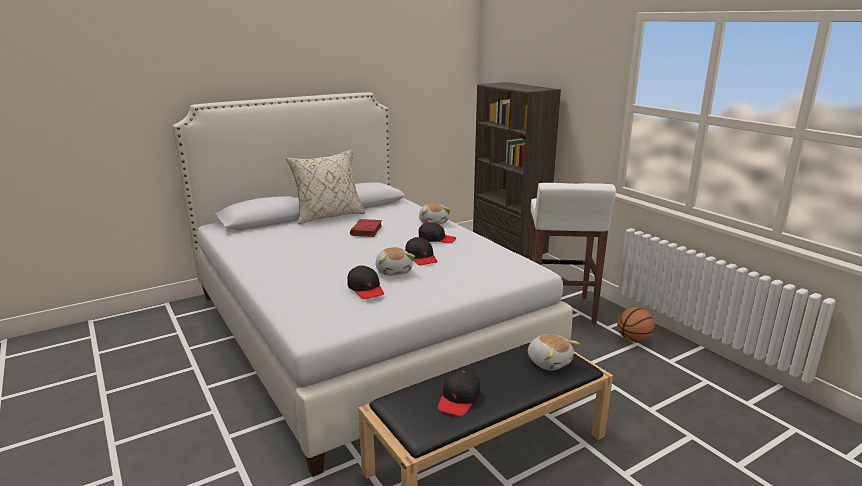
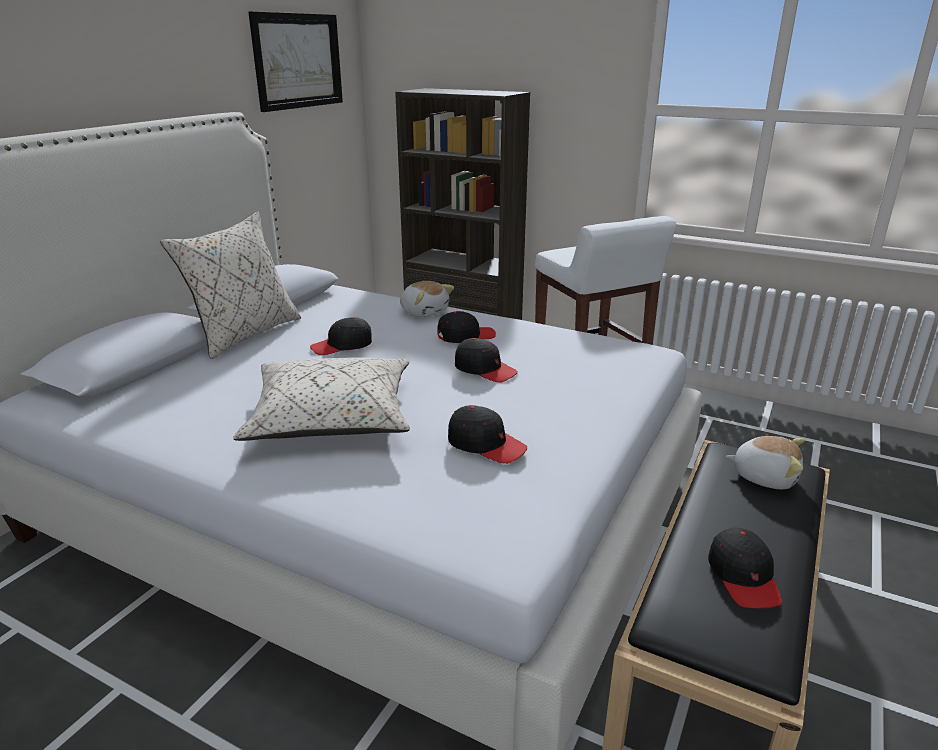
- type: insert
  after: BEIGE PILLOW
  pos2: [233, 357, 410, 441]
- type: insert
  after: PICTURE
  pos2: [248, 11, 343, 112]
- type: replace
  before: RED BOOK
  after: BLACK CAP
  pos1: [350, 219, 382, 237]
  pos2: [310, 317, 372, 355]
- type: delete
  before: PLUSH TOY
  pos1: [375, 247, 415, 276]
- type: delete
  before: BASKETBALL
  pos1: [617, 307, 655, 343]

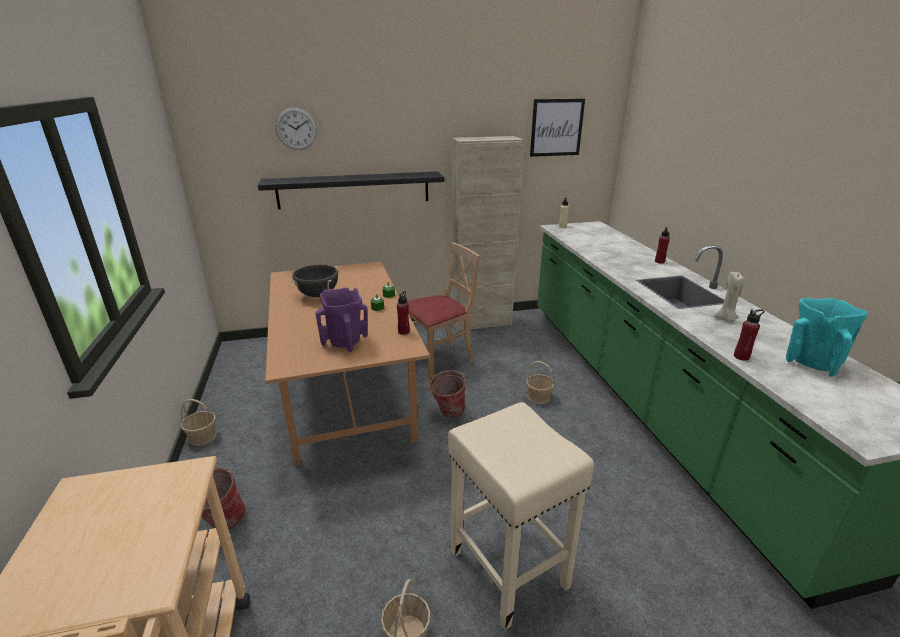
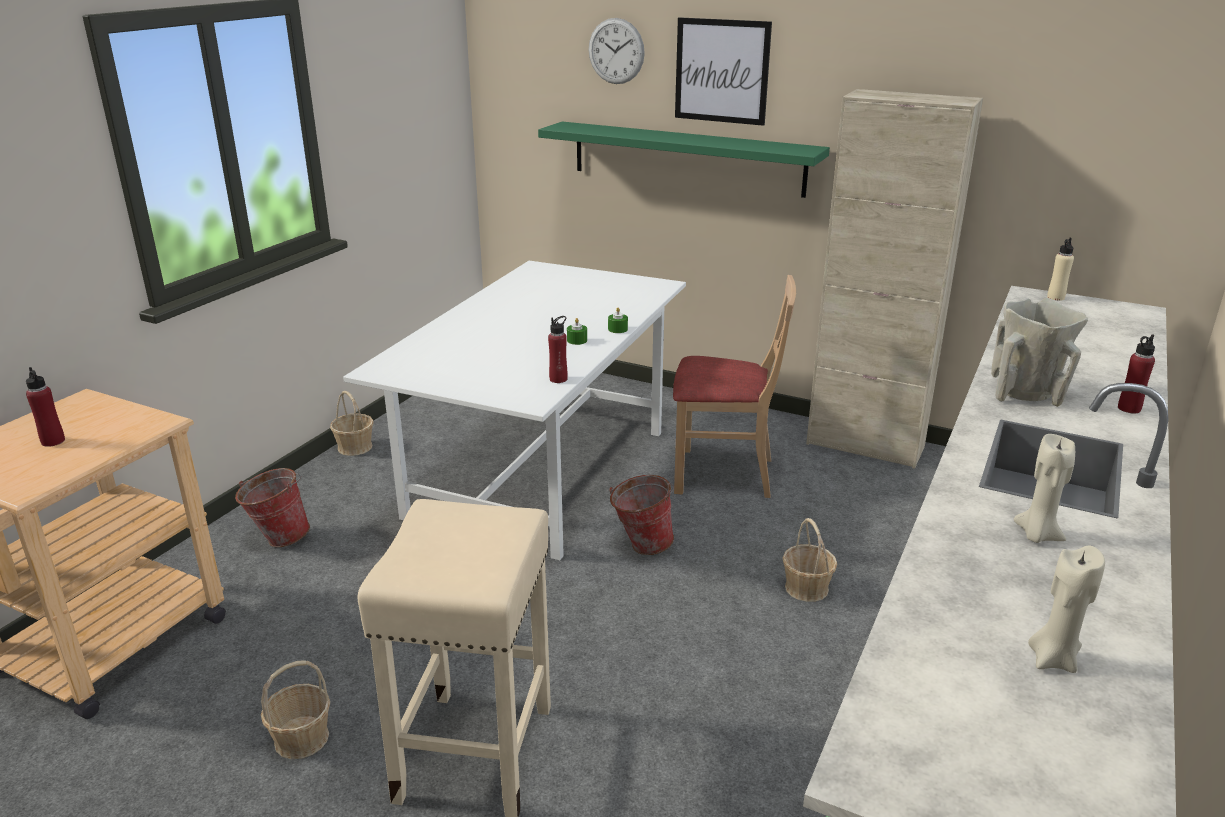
- type: move
  before: RED BOTTLE
  pos1: [734, 309, 765, 361]
  pos2: [26, 367, 65, 447]
- type: recolor
  before: BROWN DINING TABLE
  after: WHITE DINING TABLE
  pos1: [265, 261, 430, 467]
  pos2: [343, 261, 686, 560]
- type: recolor
  before: BLACK SHELF
  after: GREEN SHELF
  pos1: [258, 171, 444, 209]
  pos2: [538, 122, 830, 198]
- type: move
  before: PICTURE
  pos1: [530, 99, 585, 157]
  pos2: [675, 17, 772, 126]
- type: insert
  after: BEIGE VASE
  pos2: [991, 298, 1088, 407]
- type: replace
  before: TURQUOISE VASE
  after: BEIGE CANDLE
  pos1: [786, 298, 867, 377]
  pos2: [1028, 545, 1105, 673]
- type: delete
  before: BLACK COOKING POT
  pos1: [290, 264, 339, 297]
- type: delete
  before: PURPLE VASE
  pos1: [316, 288, 368, 352]

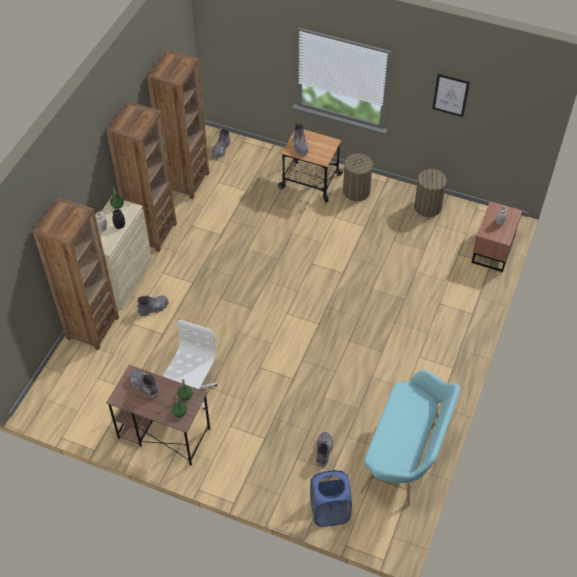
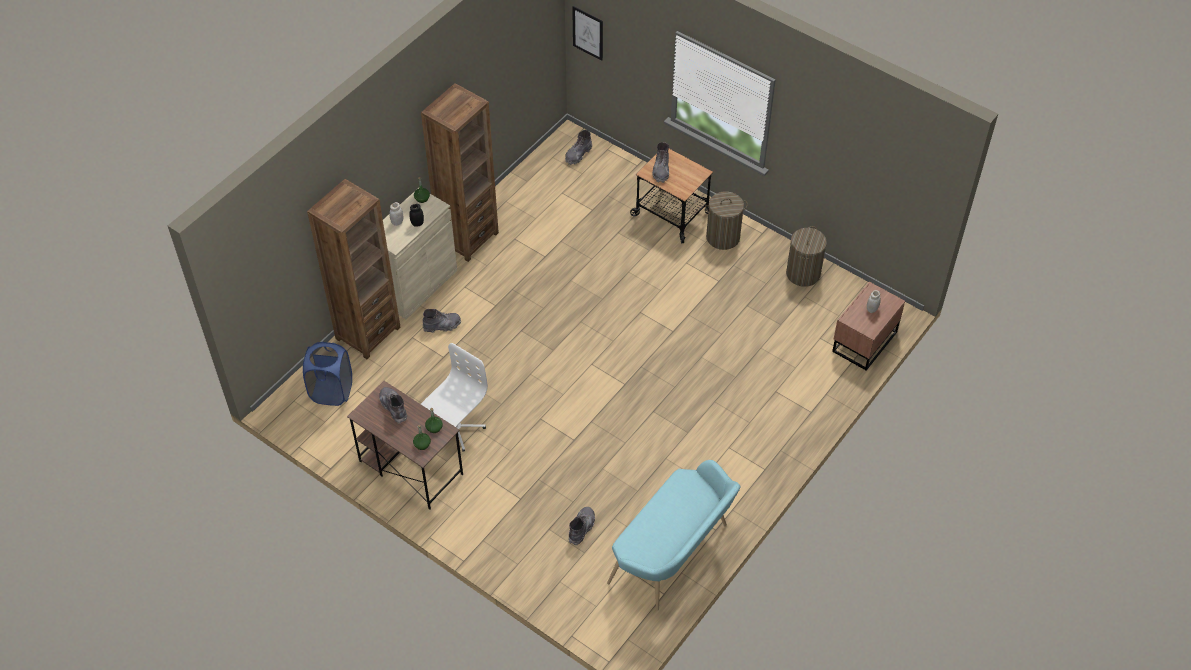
- type: move
  before: BLUE LAUNDRY BASKET
  pos1: [310, 470, 352, 527]
  pos2: [303, 342, 352, 406]
- type: move
  before: PICTURE
  pos1: [432, 74, 470, 117]
  pos2: [572, 6, 603, 61]
- type: delete
  before: BROWN BOOKCASE
  pos1: [147, 50, 209, 199]

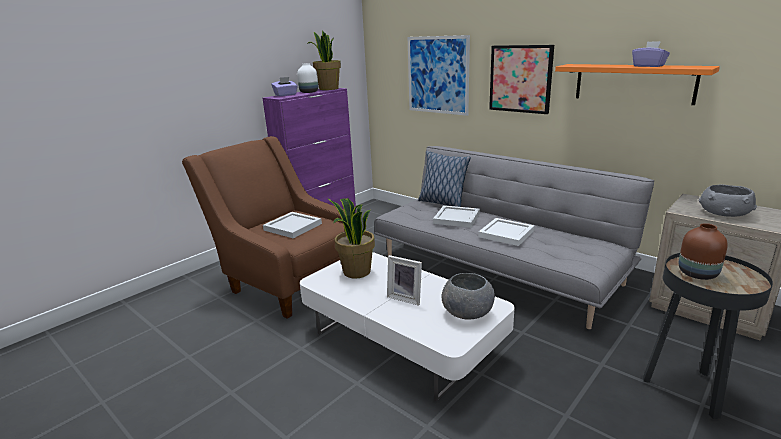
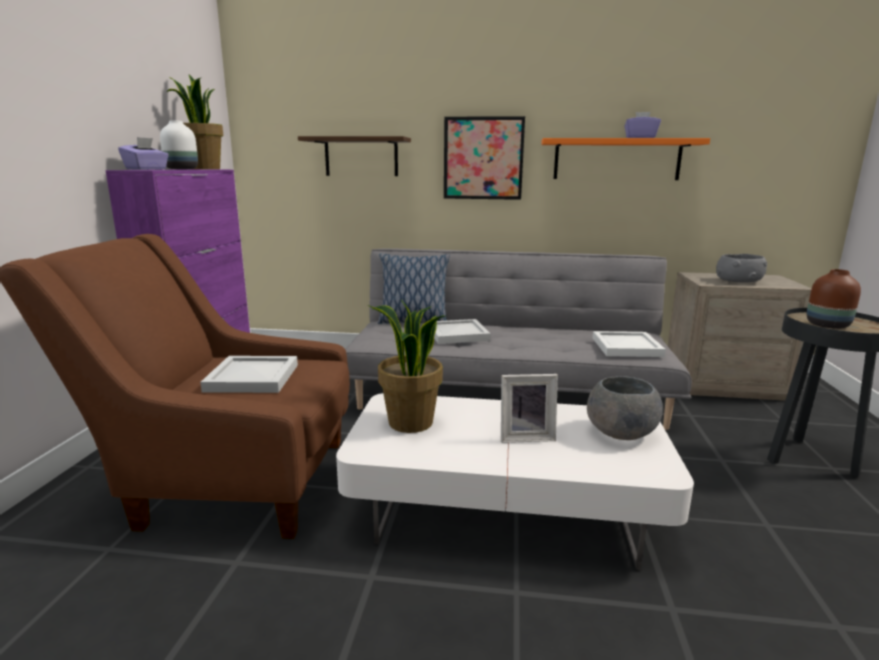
- type: replace
  before: PICTURE
  after: SHELF
  pos1: [408, 35, 470, 116]
  pos2: [298, 136, 411, 176]
- type: move
  before: WHITE TRAY
  pos1: [478, 218, 535, 246]
  pos2: [593, 331, 666, 357]

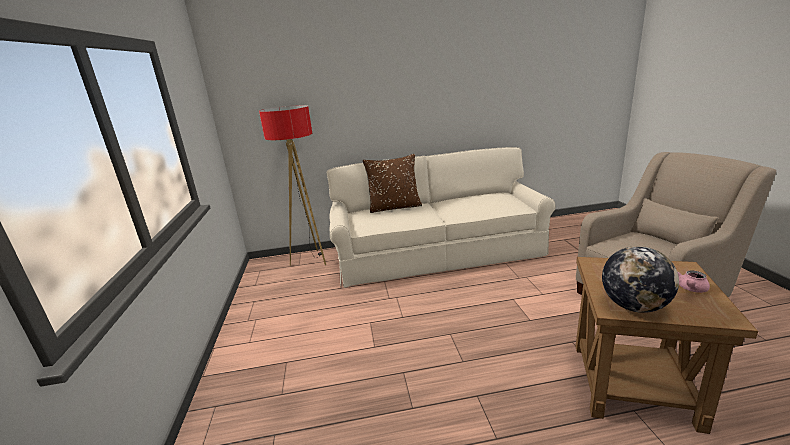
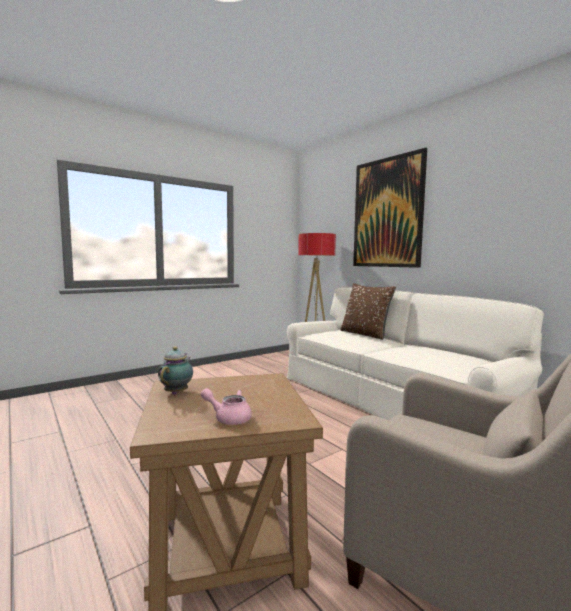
- type: replace
  before: GLOBE
  after: TEAPOT
  pos1: [602, 246, 679, 313]
  pos2: [158, 346, 193, 395]
- type: insert
  after: PICTURE
  pos2: [353, 148, 427, 268]

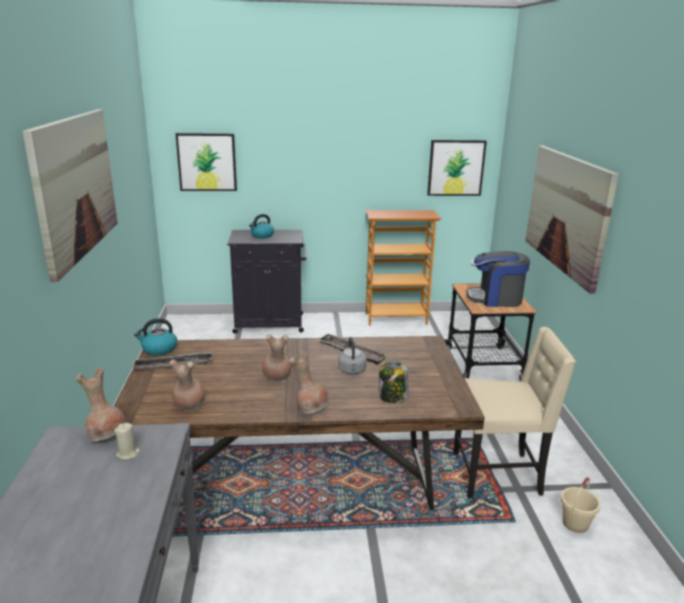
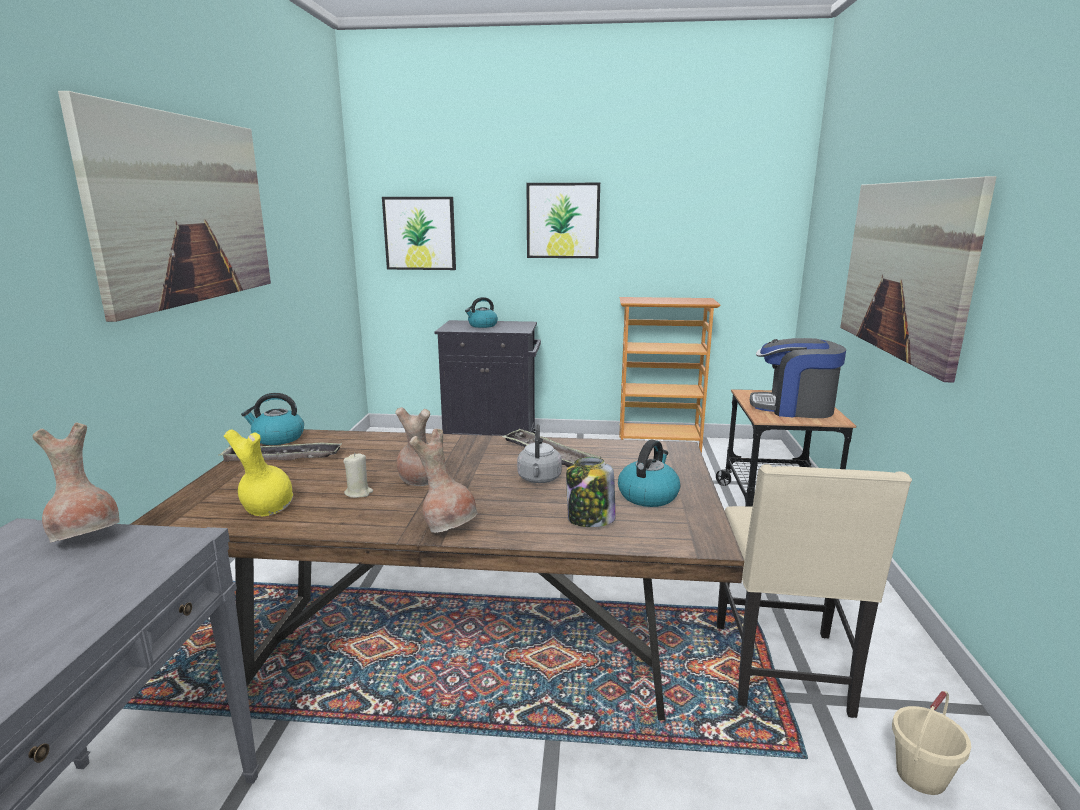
- type: recolor
  before: BROWN VASE
  after: YELLOW VASE
  pos1: [169, 360, 205, 411]
  pos2: [224, 429, 293, 516]
- type: move
  before: BEIGE CANDLE
  pos1: [114, 423, 140, 460]
  pos2: [344, 453, 373, 498]
- type: move
  before: PICTURE
  pos1: [427, 140, 487, 196]
  pos2: [527, 183, 600, 258]
- type: insert
  after: KETTLE
  pos2: [618, 440, 680, 507]
- type: rotate
  before: BEIGE CHAIR
  pos1: [453, 327, 576, 498]
  pos2: [717, 464, 912, 718]
  turn: 90

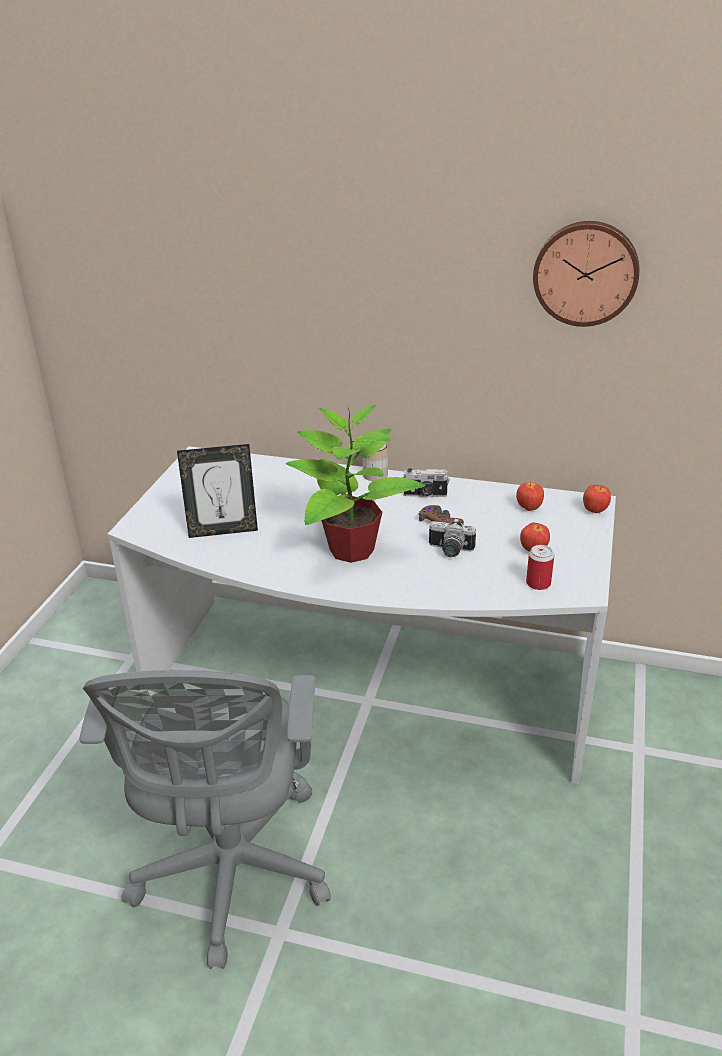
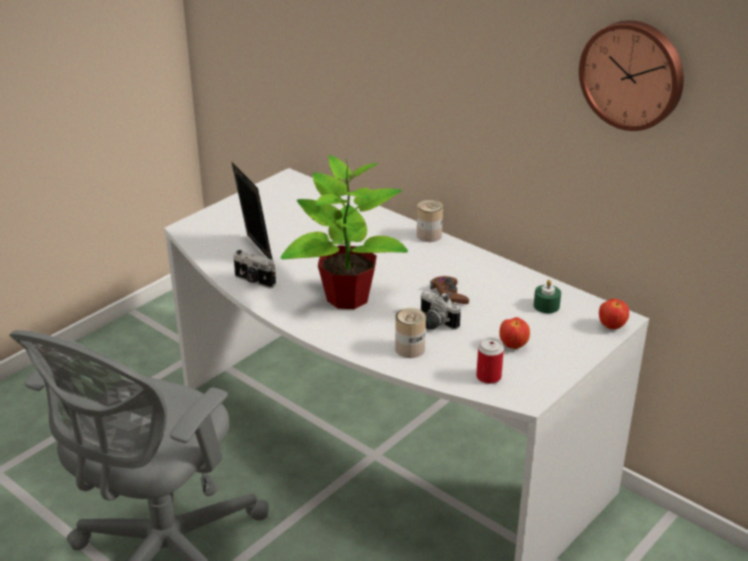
- type: rotate
  before: PICTURE FRAME
  pos1: [177, 444, 258, 538]
  pos2: [231, 161, 273, 260]
  turn: -135
- type: move
  before: PHOTO CAMERA
  pos1: [402, 468, 450, 497]
  pos2: [233, 250, 276, 289]
- type: insert
  after: CAN
  pos2: [395, 308, 426, 358]
- type: replace
  before: APPLE
  after: GREEN CANDLE
  pos1: [516, 481, 544, 511]
  pos2: [534, 280, 561, 313]

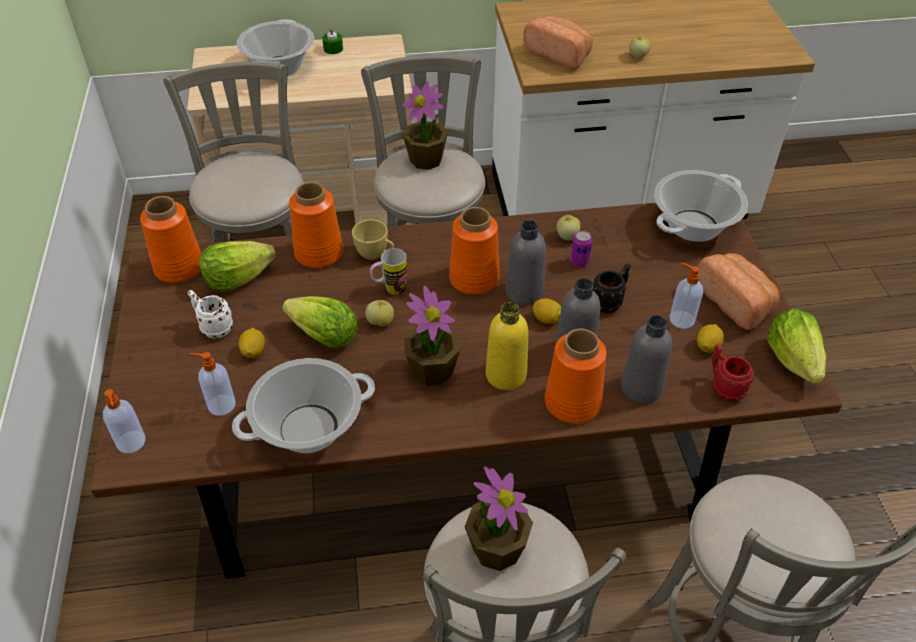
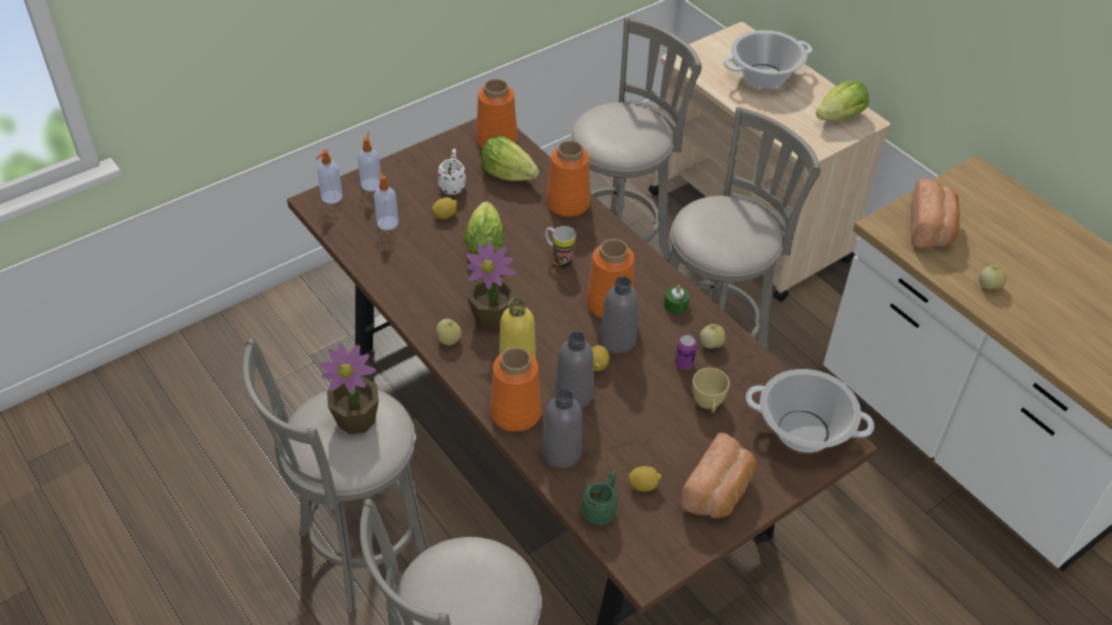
- type: move
  before: SOAP DISPENSER
  pos1: [669, 262, 703, 329]
  pos2: [358, 131, 381, 191]
- type: move
  before: APPLE
  pos1: [365, 300, 394, 327]
  pos2: [436, 319, 462, 345]
- type: recolor
  before: RED MUG
  after: GREEN MUG
  pos1: [712, 344, 755, 402]
  pos2: [582, 470, 618, 526]
- type: move
  before: GREEN CANDLE
  pos1: [322, 27, 343, 54]
  pos2: [664, 285, 690, 314]
- type: move
  before: YELLOW CUP
  pos1: [352, 219, 394, 260]
  pos2: [692, 368, 730, 412]
- type: move
  before: LETTUCE
  pos1: [767, 309, 826, 384]
  pos2: [816, 81, 869, 120]
- type: delete
  before: COOKING POT
  pos1: [232, 358, 375, 453]
- type: delete
  before: POTTED PLANT
  pos1: [402, 82, 448, 170]
- type: delete
  before: BLACK MUG
  pos1: [593, 263, 631, 313]

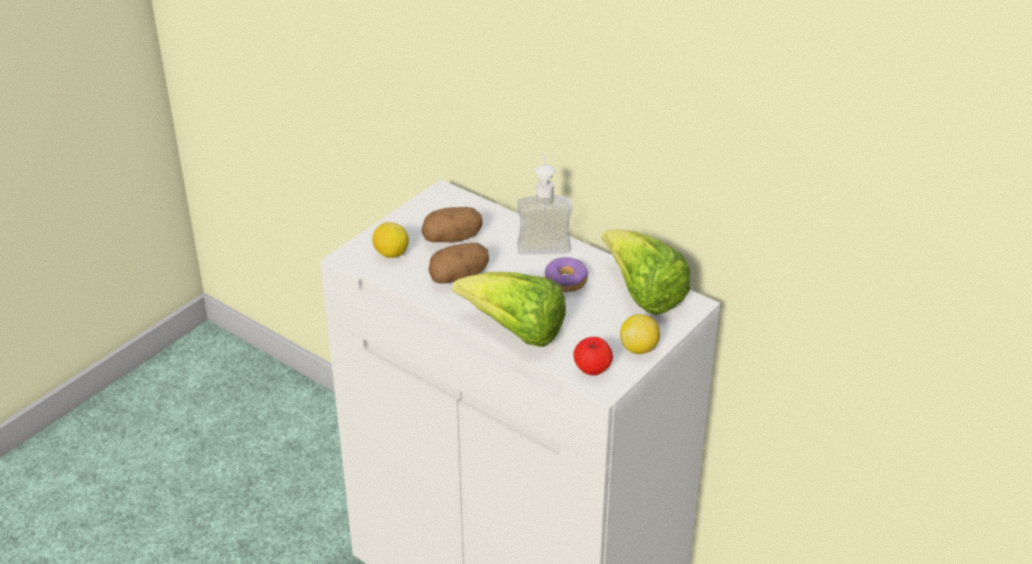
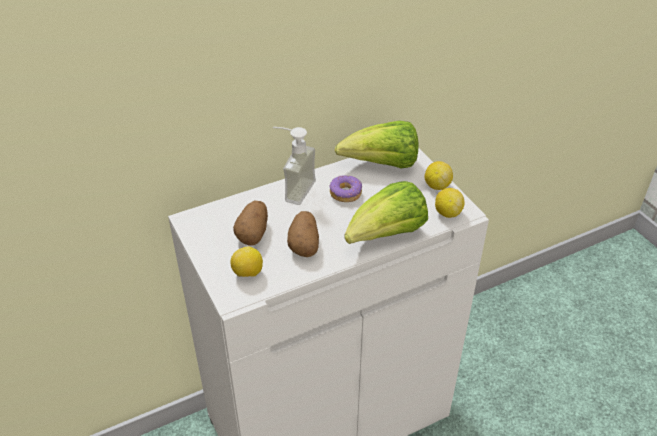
- type: replace
  before: APPLE
  after: LEMON
  pos1: [573, 337, 613, 376]
  pos2: [435, 188, 465, 218]

